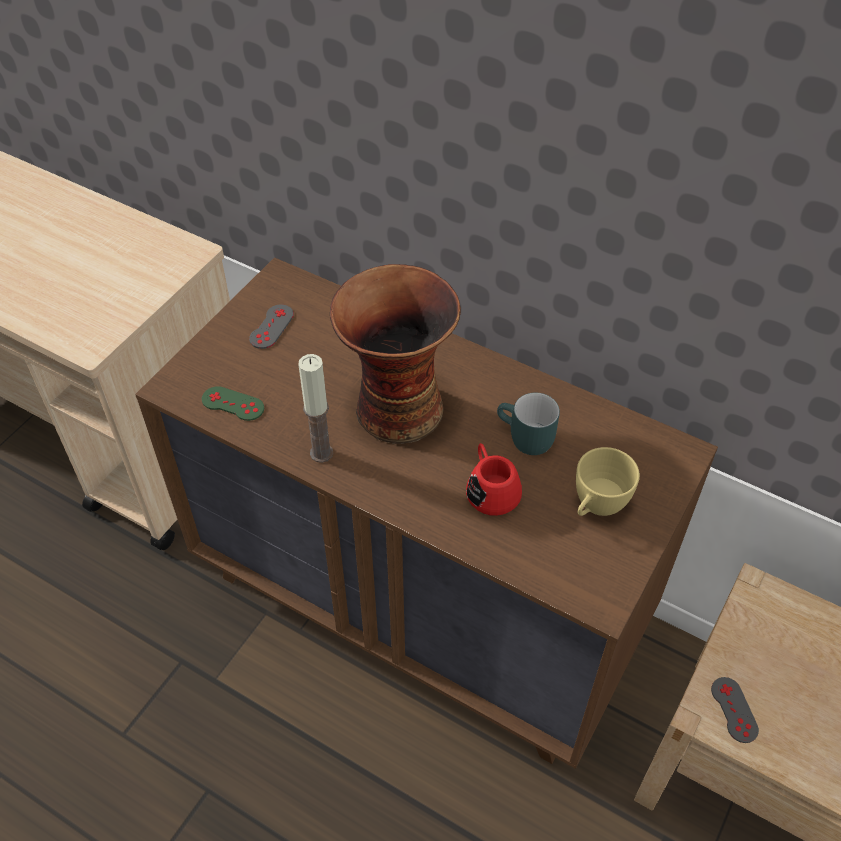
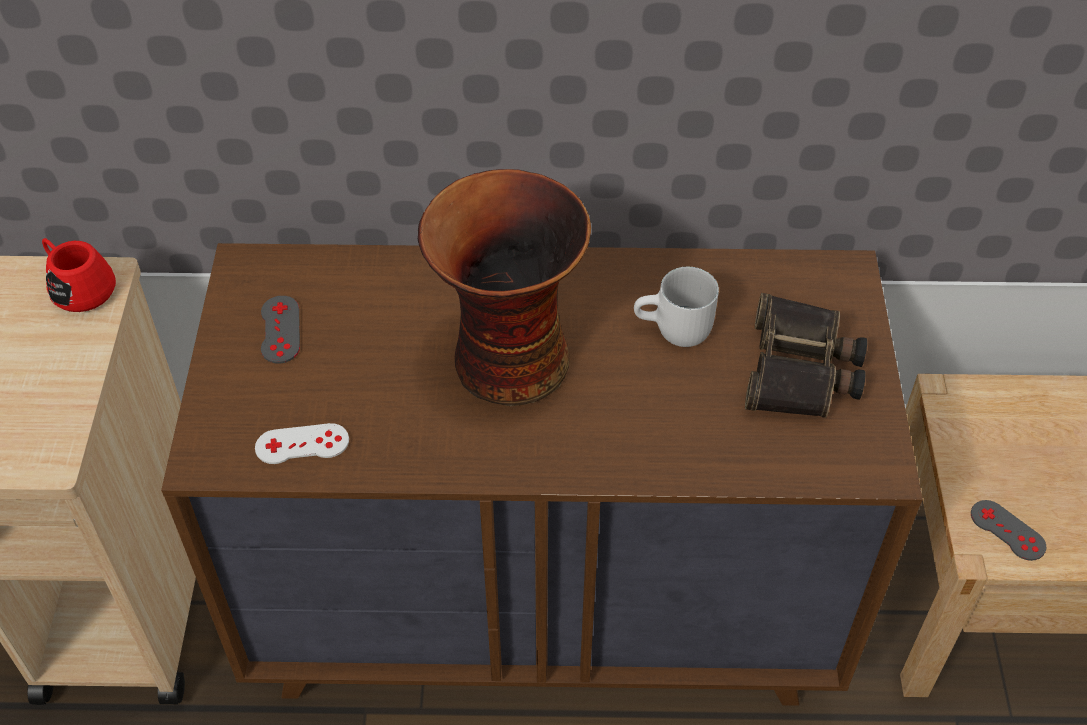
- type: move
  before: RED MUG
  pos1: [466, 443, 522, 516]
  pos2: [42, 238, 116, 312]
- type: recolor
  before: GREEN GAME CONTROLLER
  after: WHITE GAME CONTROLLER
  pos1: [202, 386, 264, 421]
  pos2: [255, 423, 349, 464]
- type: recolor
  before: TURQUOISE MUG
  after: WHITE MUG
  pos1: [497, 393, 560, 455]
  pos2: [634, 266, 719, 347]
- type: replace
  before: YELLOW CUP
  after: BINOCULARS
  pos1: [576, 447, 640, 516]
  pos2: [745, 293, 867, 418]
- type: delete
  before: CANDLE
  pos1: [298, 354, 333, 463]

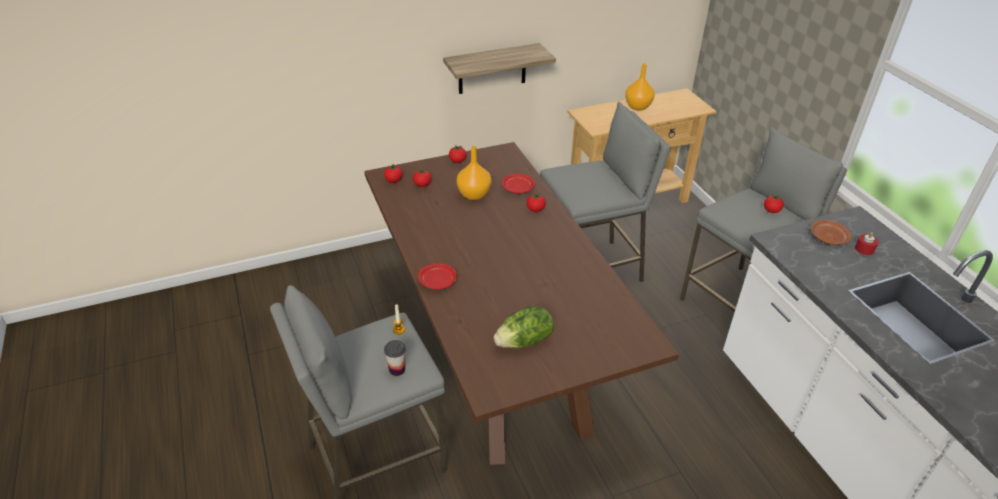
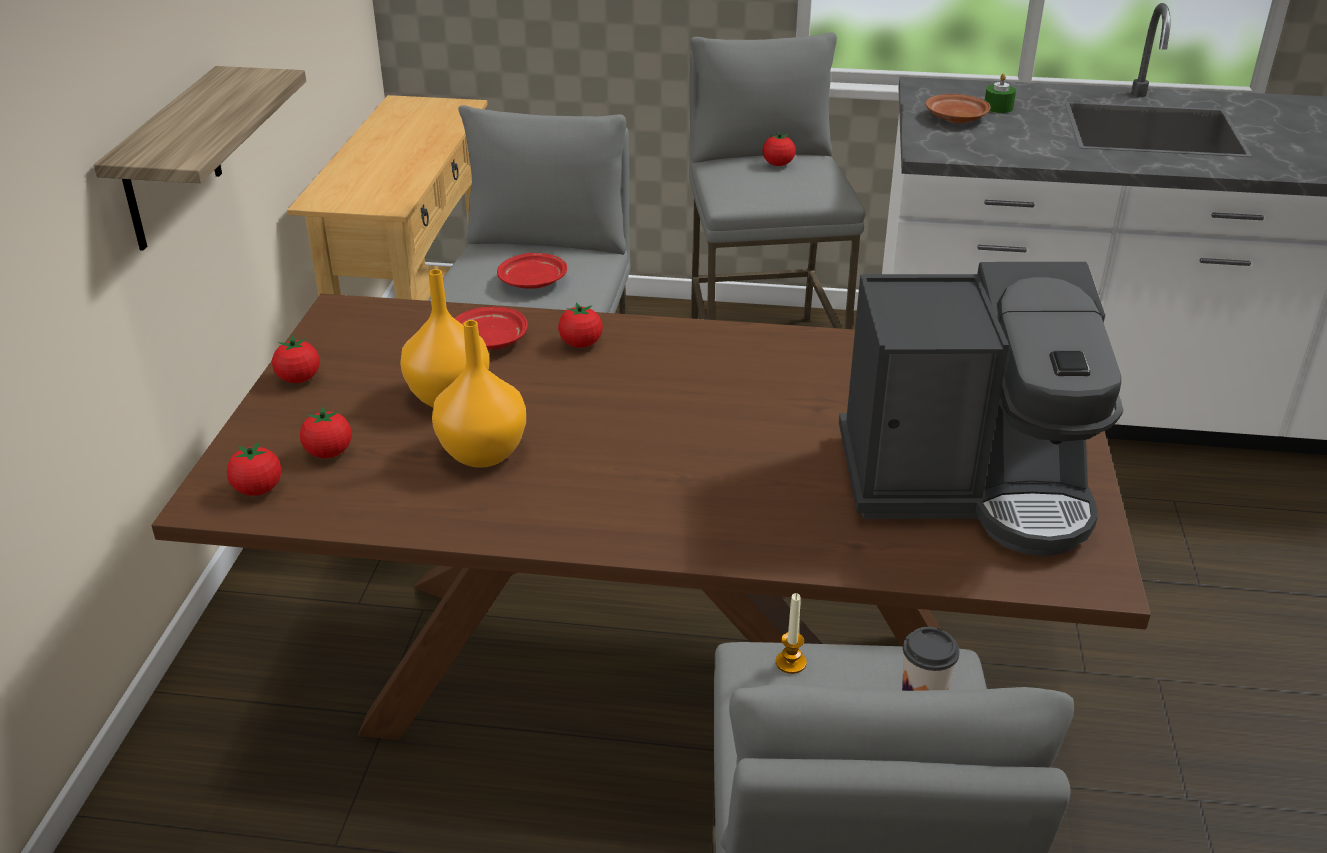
- type: move
  before: ORANGE VASE
  pos1: [625, 63, 655, 111]
  pos2: [432, 320, 526, 468]
- type: move
  before: RED PLATE
  pos1: [418, 263, 457, 289]
  pos2: [497, 253, 567, 289]
- type: replace
  before: LETTUCE
  after: COFFEE MACHINE
  pos1: [494, 306, 554, 348]
  pos2: [839, 262, 1123, 557]
- type: recolor
  before: RED CANDLE
  after: GREEN CANDLE
  pos1: [855, 232, 878, 255]
  pos2: [985, 74, 1016, 113]

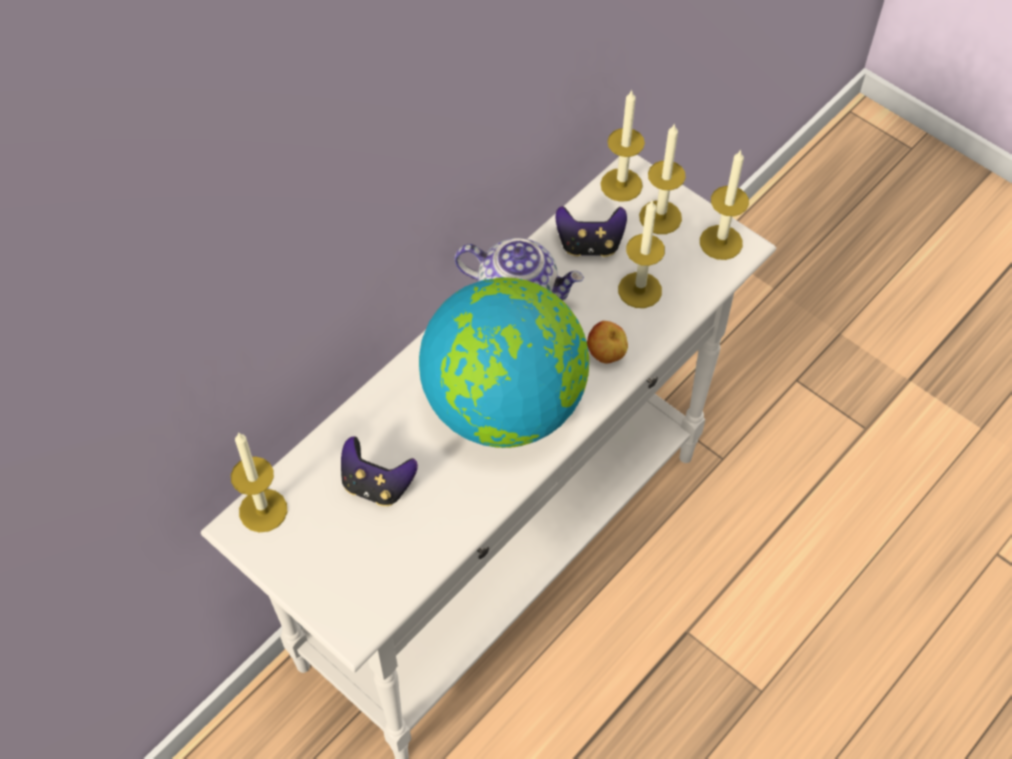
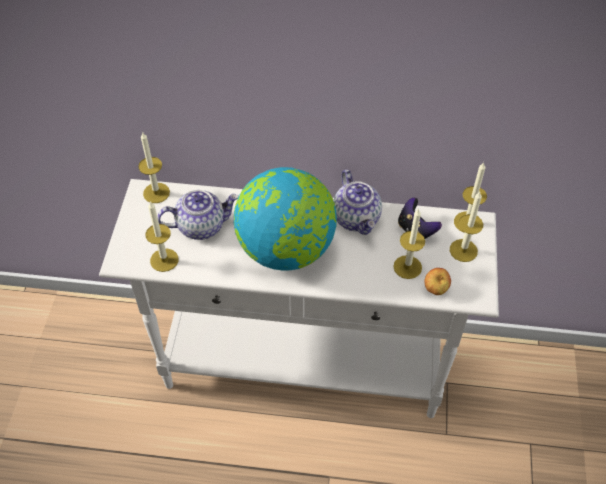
- type: move
  before: CANDLE
  pos1: [700, 149, 749, 260]
  pos2: [145, 201, 179, 272]
- type: replace
  before: GAME CONTROLLER
  after: TEAPOT
  pos1: [341, 436, 418, 506]
  pos2: [157, 190, 239, 240]
- type: move
  before: APPLE
  pos1: [587, 321, 628, 364]
  pos2: [424, 268, 451, 295]

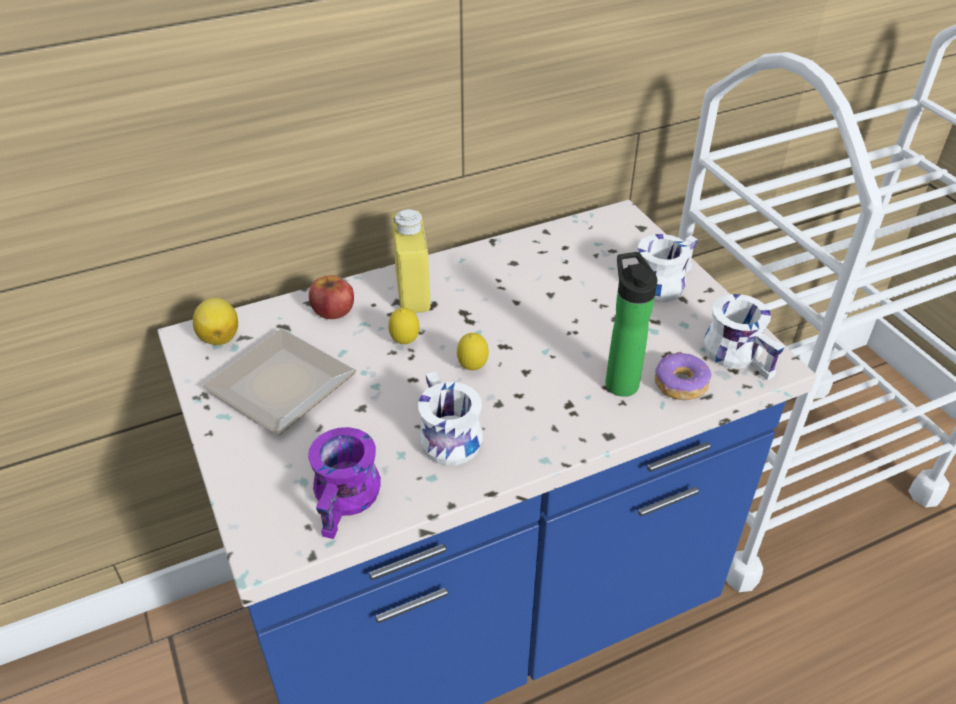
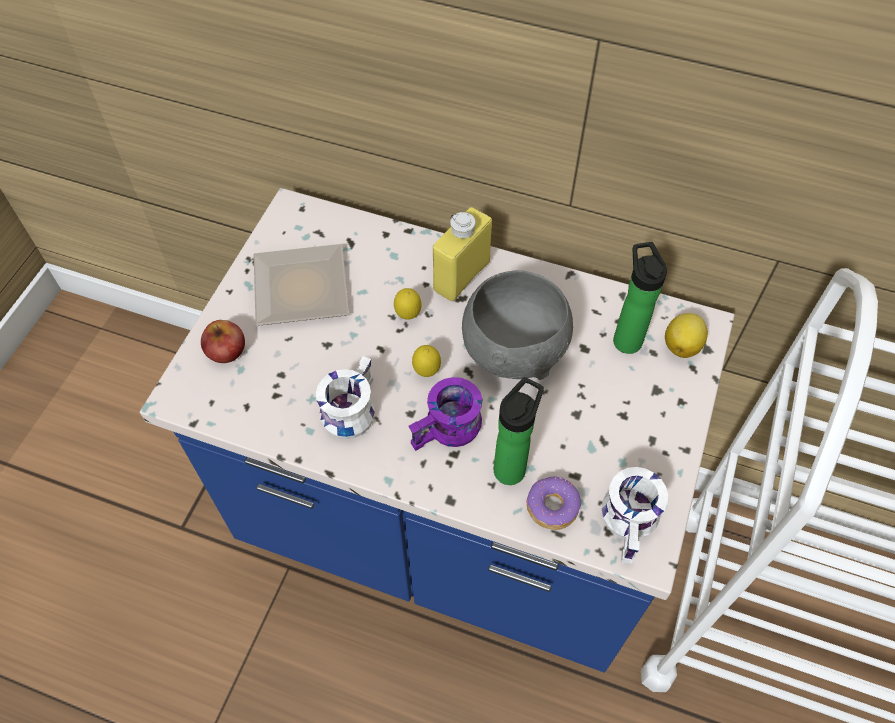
- type: move
  before: APPLE
  pos1: [309, 275, 354, 319]
  pos2: [201, 320, 245, 363]
- type: move
  before: PURPLE MUG
  pos1: [308, 427, 381, 539]
  pos2: [408, 377, 482, 451]
- type: insert
  after: GREY BOWL
  pos2: [462, 271, 573, 380]
- type: insert
  after: BOTTLE
  pos2: [613, 242, 667, 354]
- type: move
  before: LEMON
  pos1: [193, 298, 238, 345]
  pos2: [665, 313, 708, 358]
- type: delete
  before: WHITE MUG
  pos1: [638, 234, 698, 302]

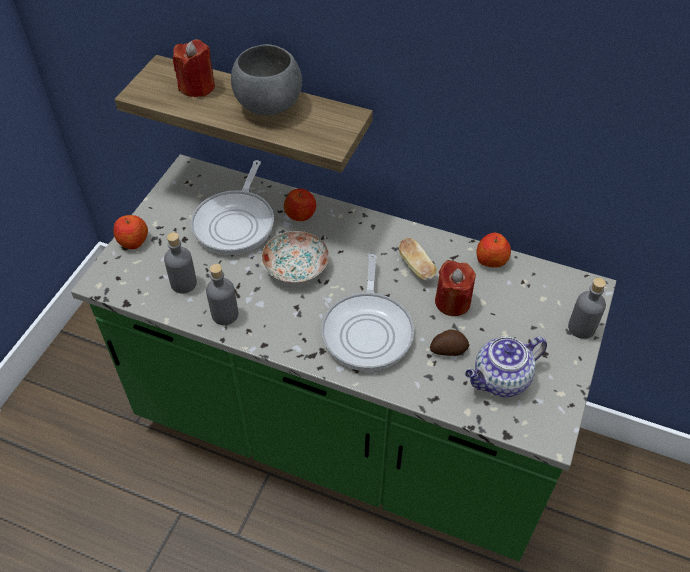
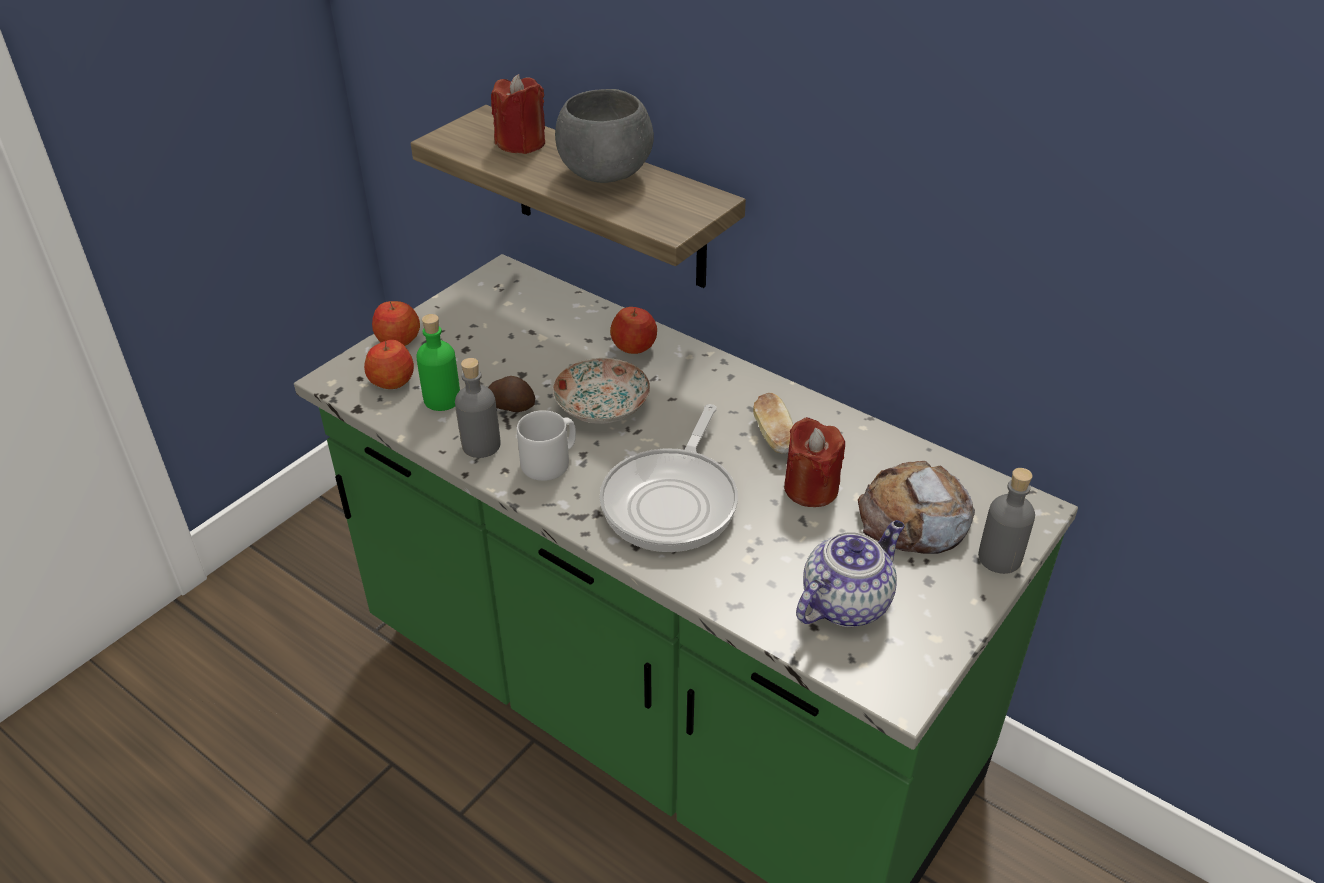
- type: move
  before: APPLE
  pos1: [476, 233, 511, 267]
  pos2: [364, 340, 414, 389]
- type: recolor
  before: GREY BOTTLE
  after: GREEN BOTTLE
  pos1: [164, 232, 197, 293]
  pos2: [416, 314, 460, 411]
- type: move
  before: POTATO
  pos1: [430, 330, 469, 356]
  pos2: [488, 376, 535, 412]
- type: insert
  after: GREY MUG
  pos2: [517, 410, 576, 481]
- type: rotate
  before: TEAPOT
  pos1: [465, 337, 547, 397]
  pos2: [796, 520, 904, 627]
  turn: 150
- type: insert
  after: BREAD
  pos2: [858, 461, 975, 554]
- type: delete
  before: FRYING PAN
  pos1: [191, 160, 274, 255]

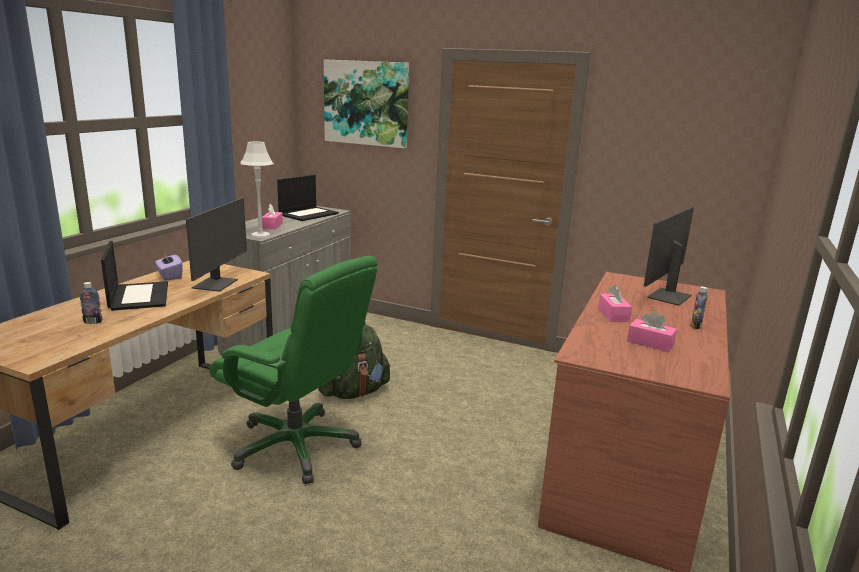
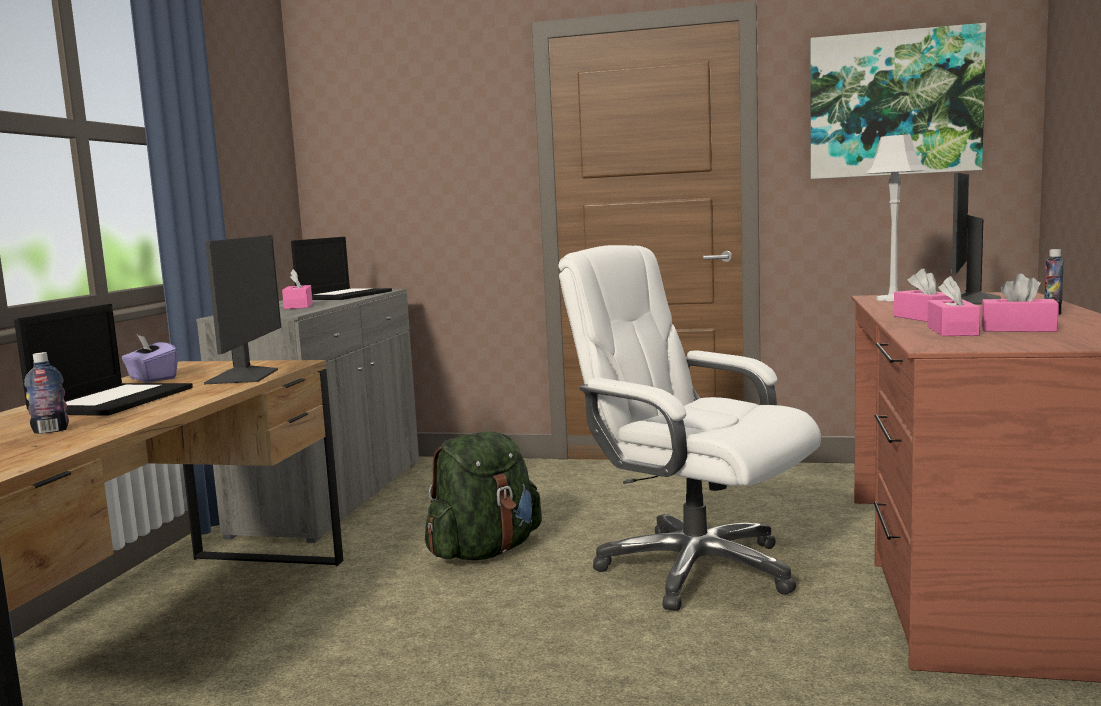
- type: rotate
  before: LAPTOP
  pos1: [101, 241, 168, 311]
  pos2: [14, 304, 193, 416]
  turn: 45
- type: insert
  after: WHITE OFFICE CHAIR
  pos2: [558, 245, 821, 611]
- type: move
  before: PICTURE
  pos1: [324, 59, 409, 148]
  pos2: [810, 23, 986, 179]
- type: move
  before: GREY TABLE LAMP
  pos1: [240, 142, 274, 238]
  pos2: [865, 135, 925, 301]
- type: insert
  after: PINK TISSUE BOX
  pos2: [927, 276, 980, 336]
- type: delete
  before: GREEN OFFICE CHAIR
  pos1: [209, 256, 378, 484]

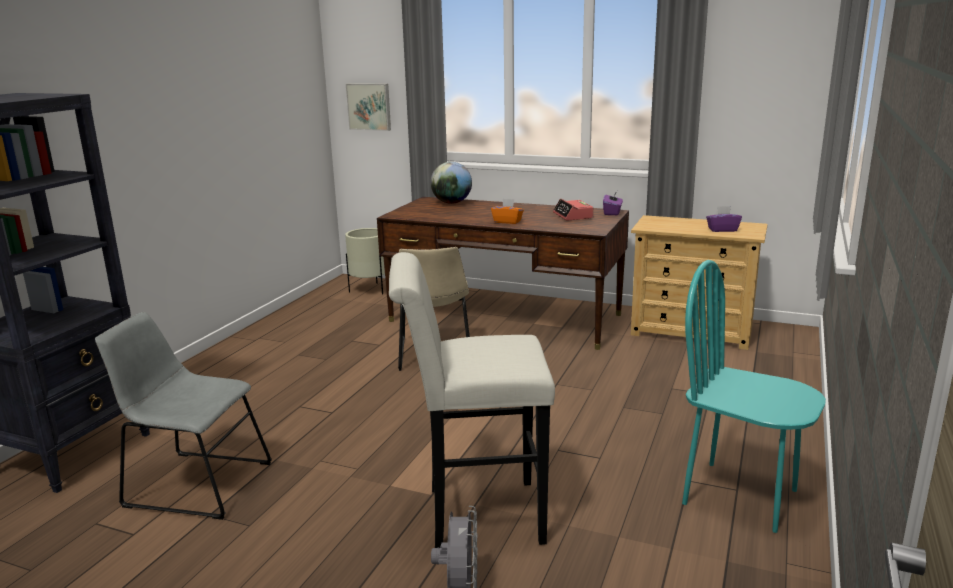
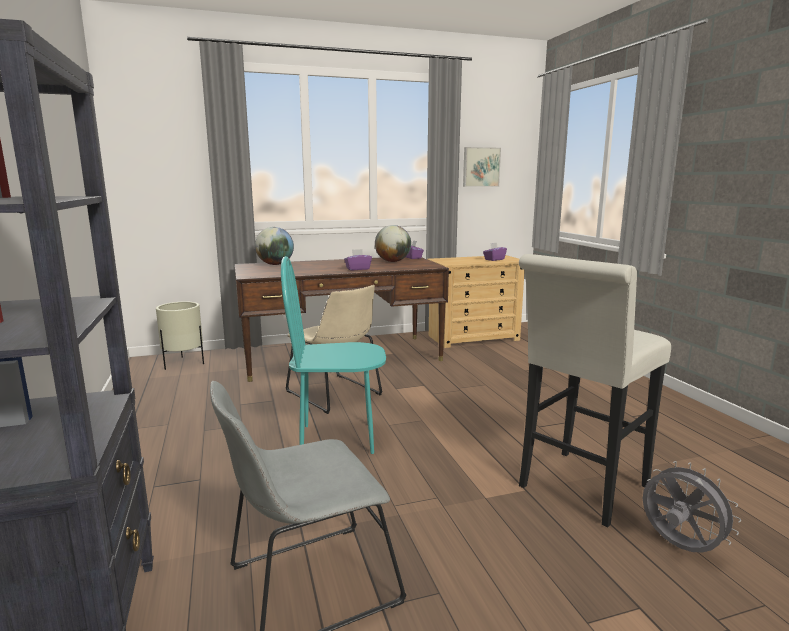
- type: move
  before: TURQUOISE CHAIR
  pos1: [682, 260, 826, 533]
  pos2: [281, 256, 386, 454]
- type: recolor
  before: ORANGE TISSUE BOX
  after: PURPLE TISSUE BOX
  pos1: [491, 199, 524, 224]
  pos2: [344, 249, 372, 270]
- type: replace
  before: ALARM CLOCK
  after: GLOBE
  pos1: [553, 199, 593, 221]
  pos2: [375, 225, 411, 262]
- type: move
  before: PICTURE
  pos1: [346, 83, 391, 131]
  pos2: [463, 147, 501, 187]

